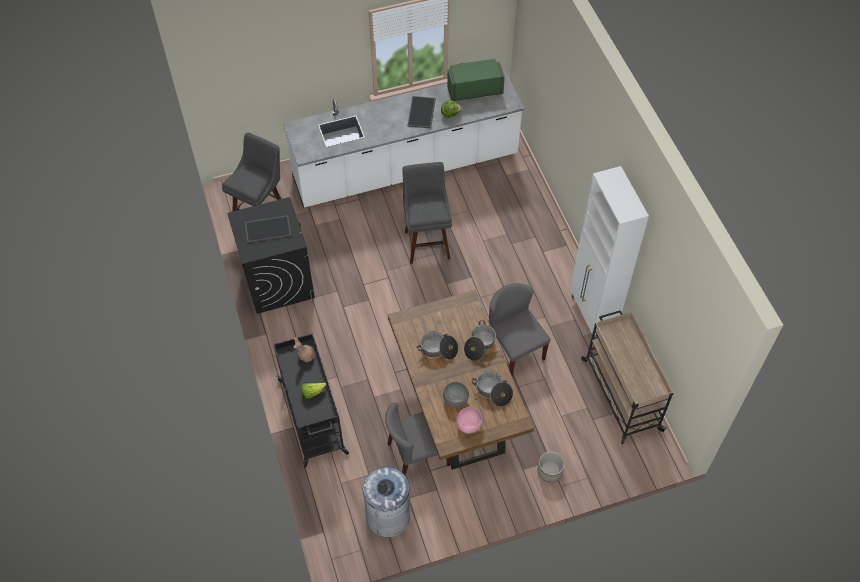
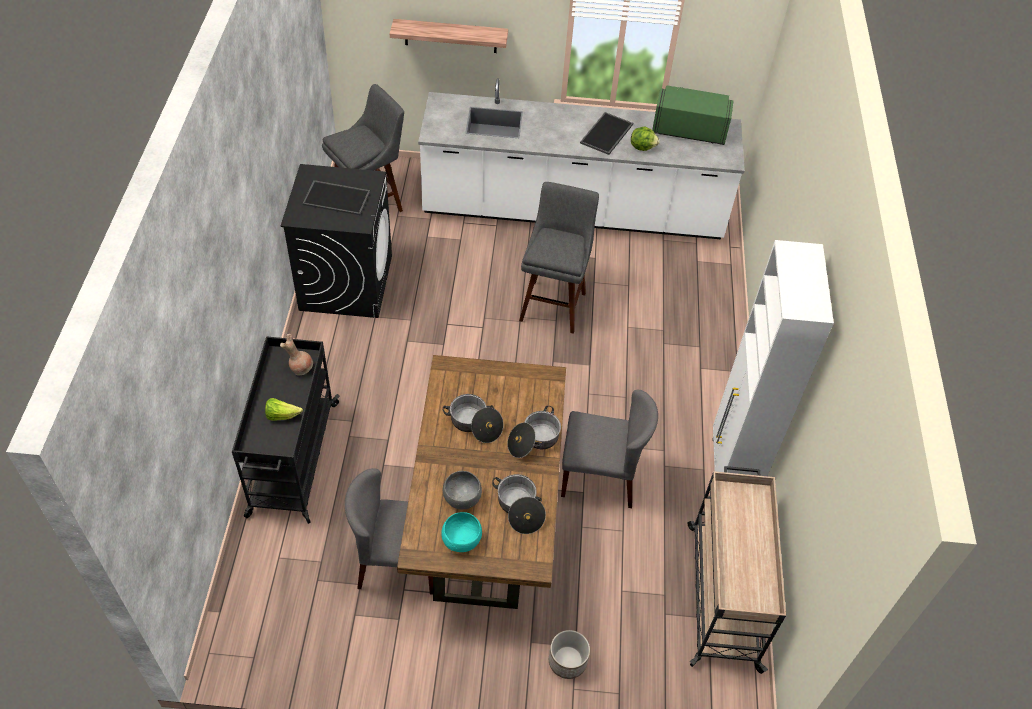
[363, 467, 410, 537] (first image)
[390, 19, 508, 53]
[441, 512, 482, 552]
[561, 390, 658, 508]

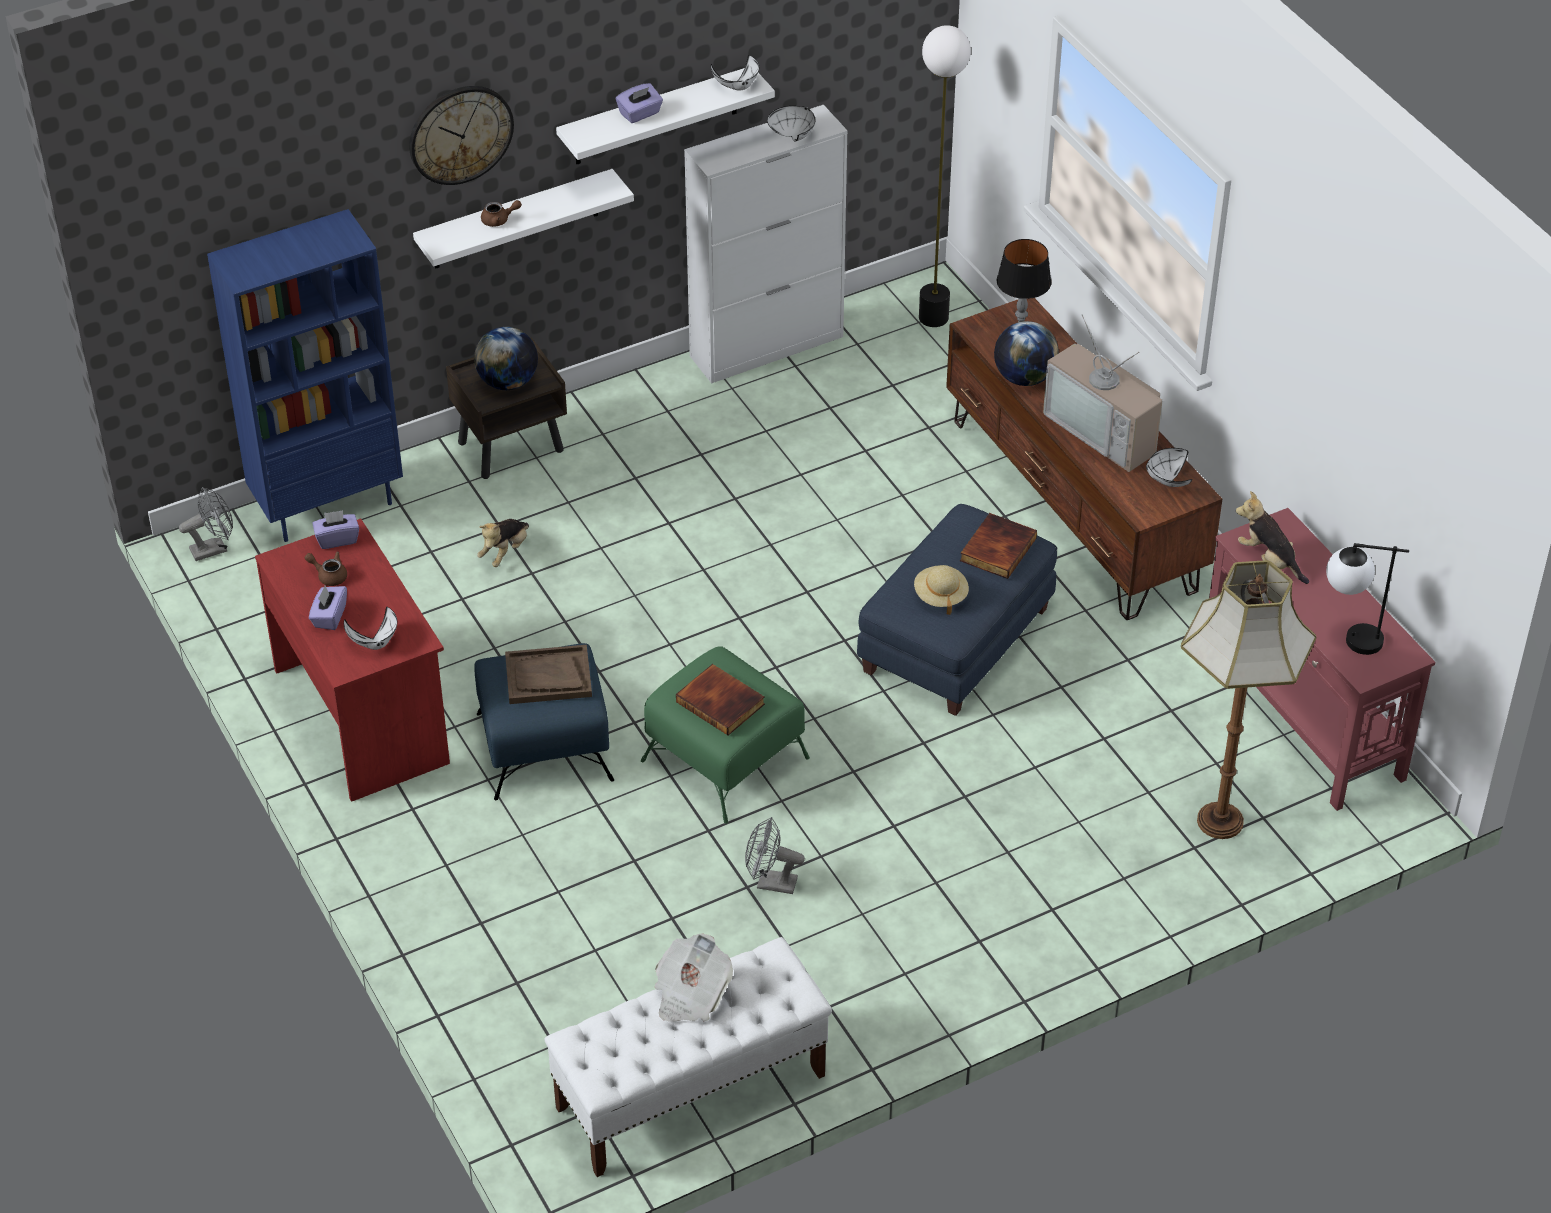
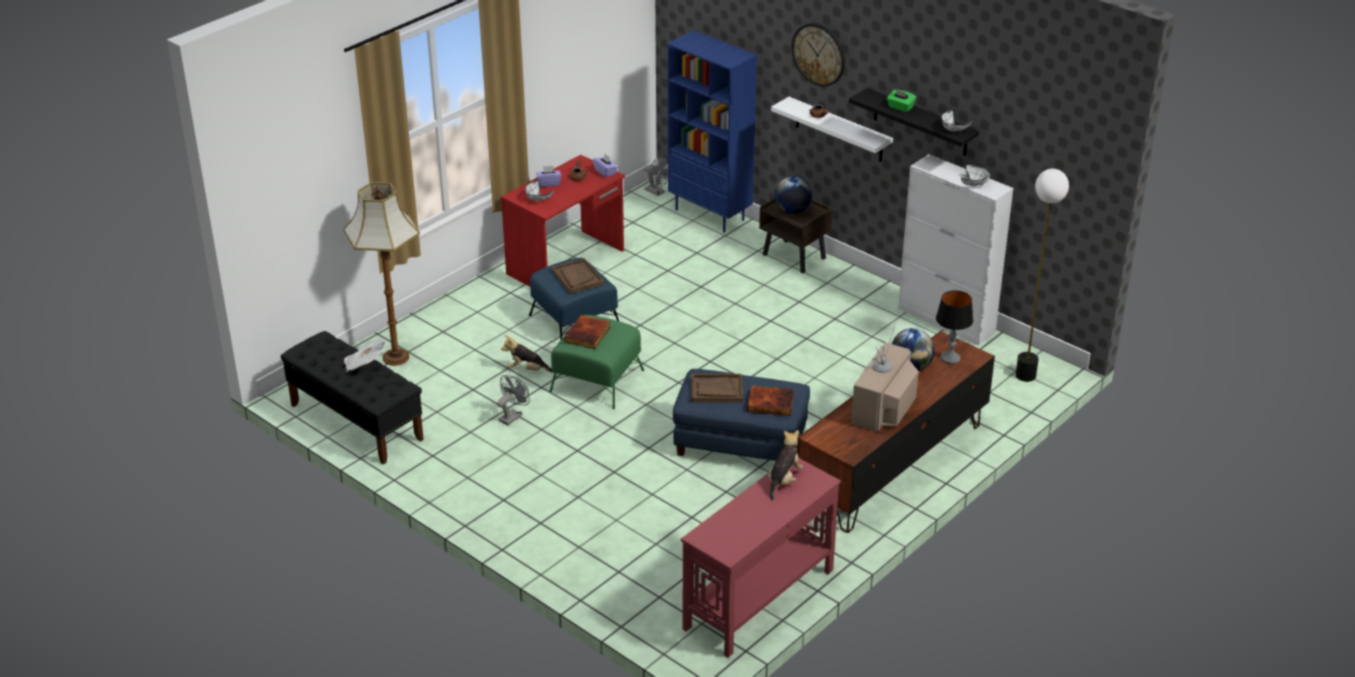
[1146, 448, 1192, 487] (first image)
[1326, 543, 1409, 655] (first image)
[501, 335, 554, 373]
[343, 182, 420, 366]
[691, 374, 743, 402]
[281, 331, 424, 465]
[849, 88, 979, 156]
[887, 89, 916, 112]
[497, 375, 530, 425]

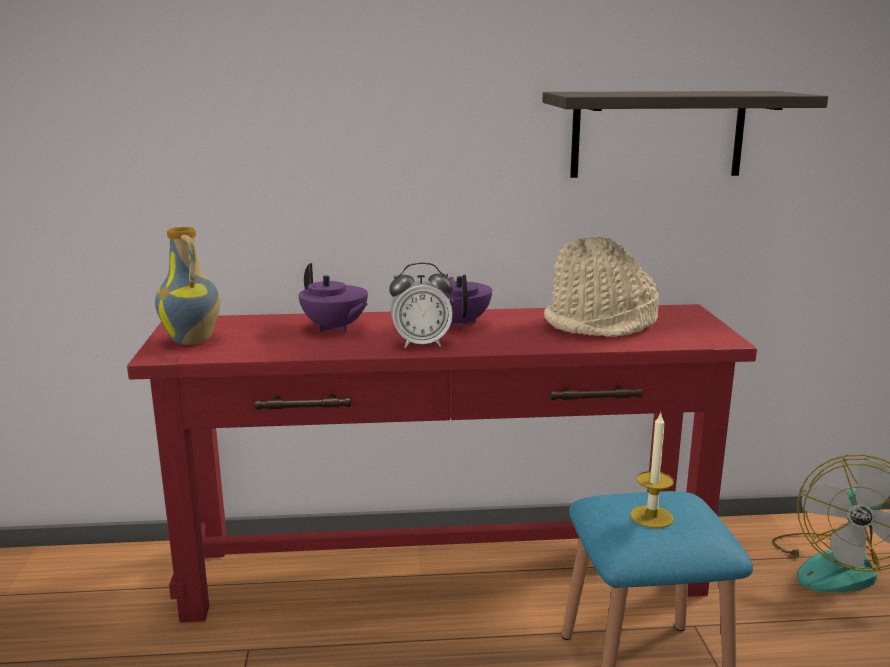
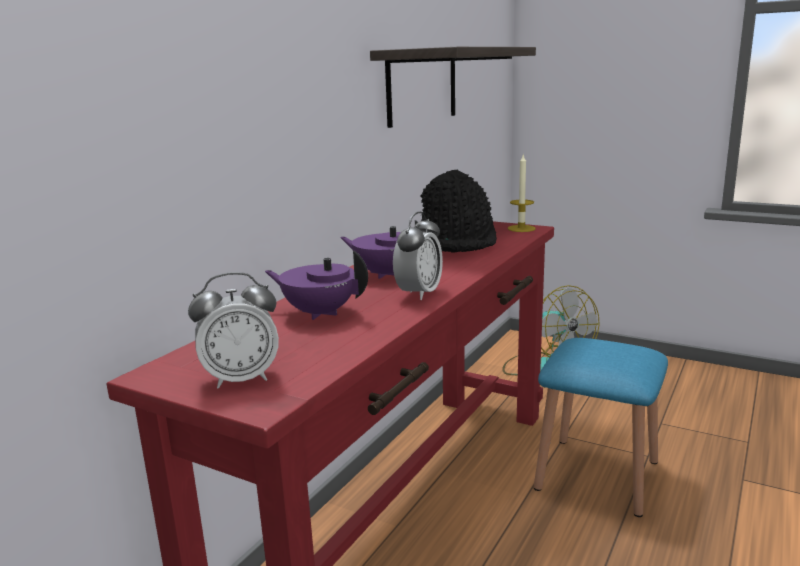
[507, 155, 536, 232]
[188, 272, 279, 389]
[421, 170, 497, 253]
[265, 251, 368, 320]

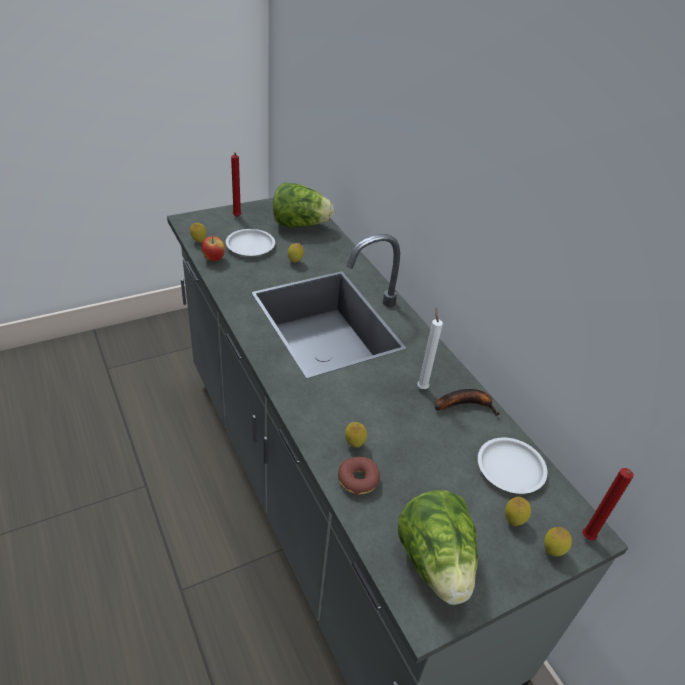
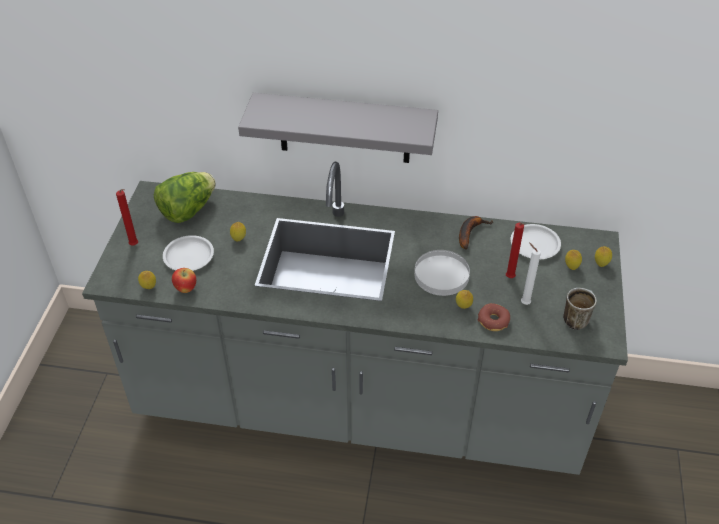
[238, 93, 438, 163]
[414, 250, 470, 296]
[521, 243, 541, 305]
[506, 223, 525, 278]
[563, 288, 597, 330]

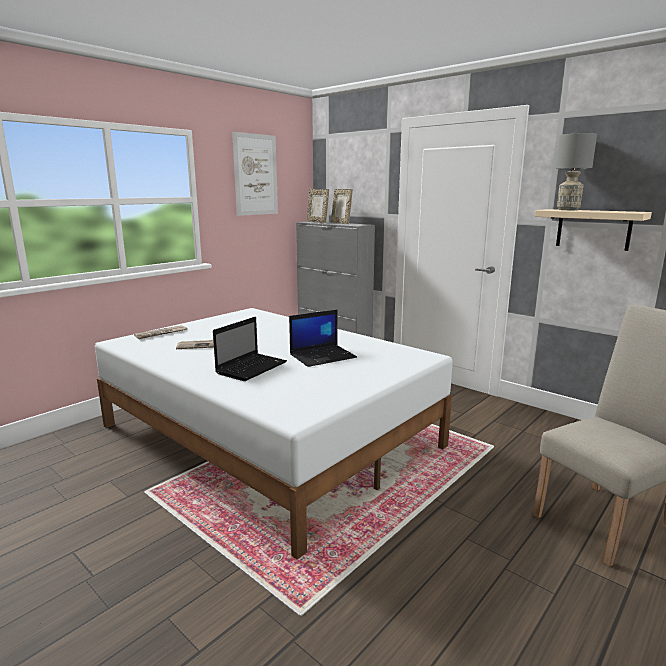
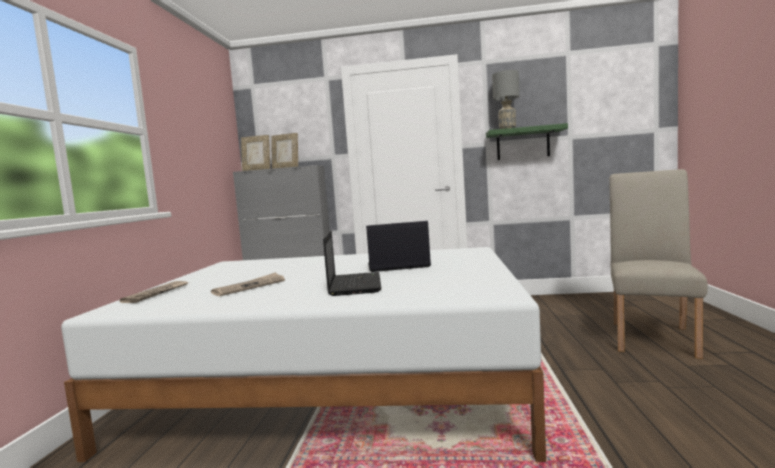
[232, 132, 278, 216] (first image)
[486, 123, 568, 160]
[366, 221, 431, 272]

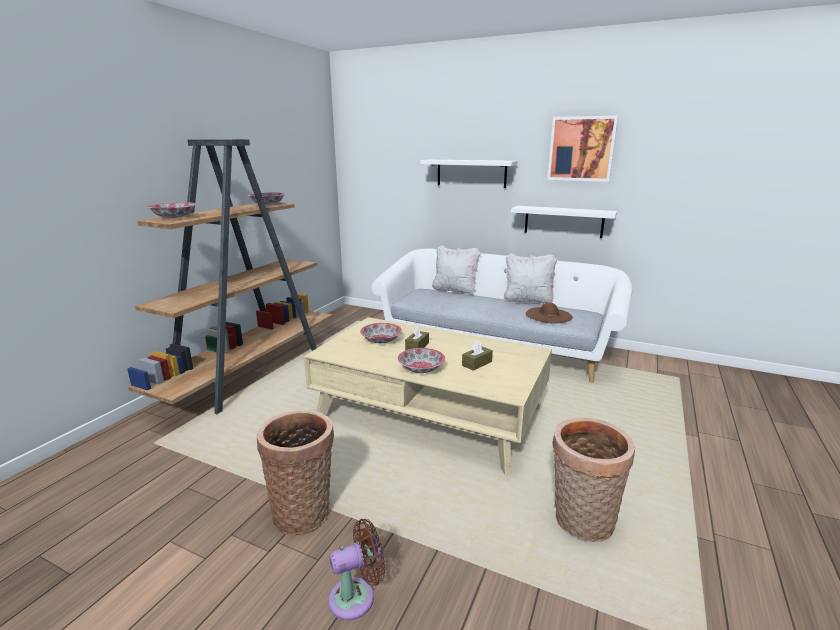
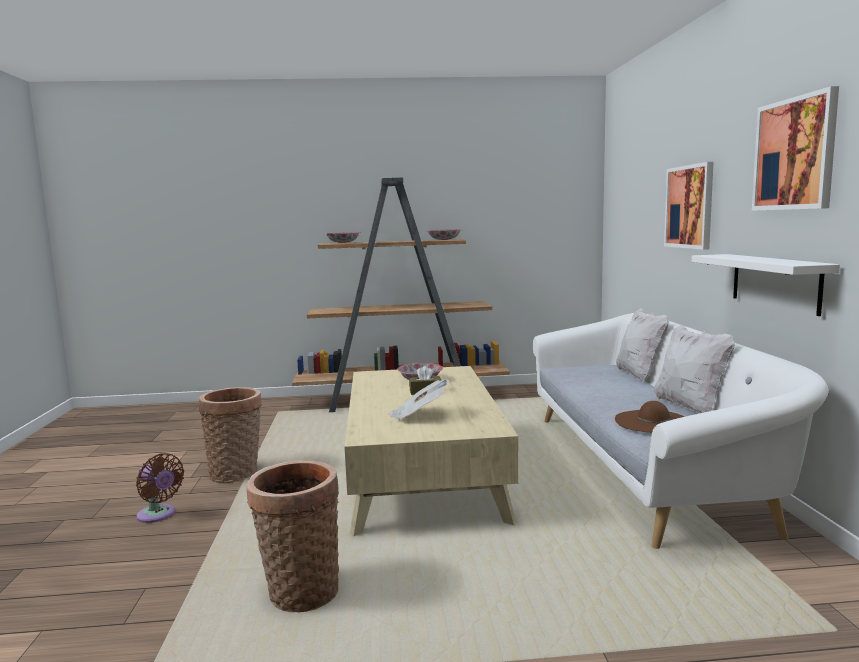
[397, 348, 445, 373] (first image)
[664, 162, 714, 250]
[388, 379, 450, 420]

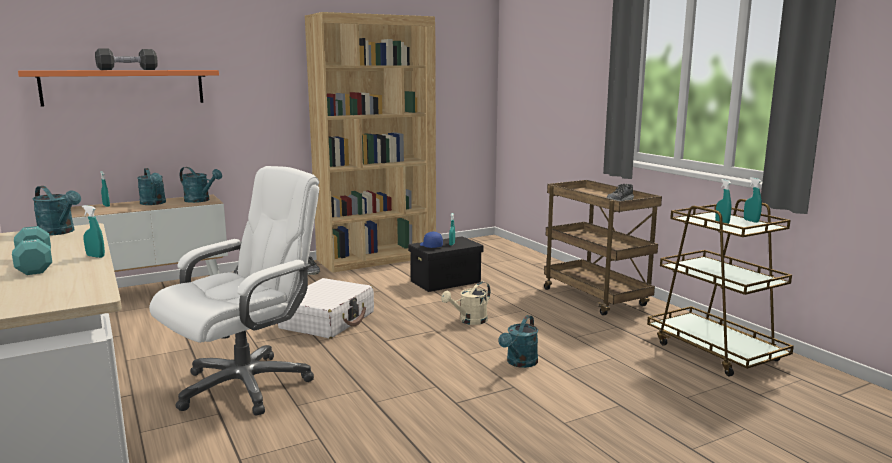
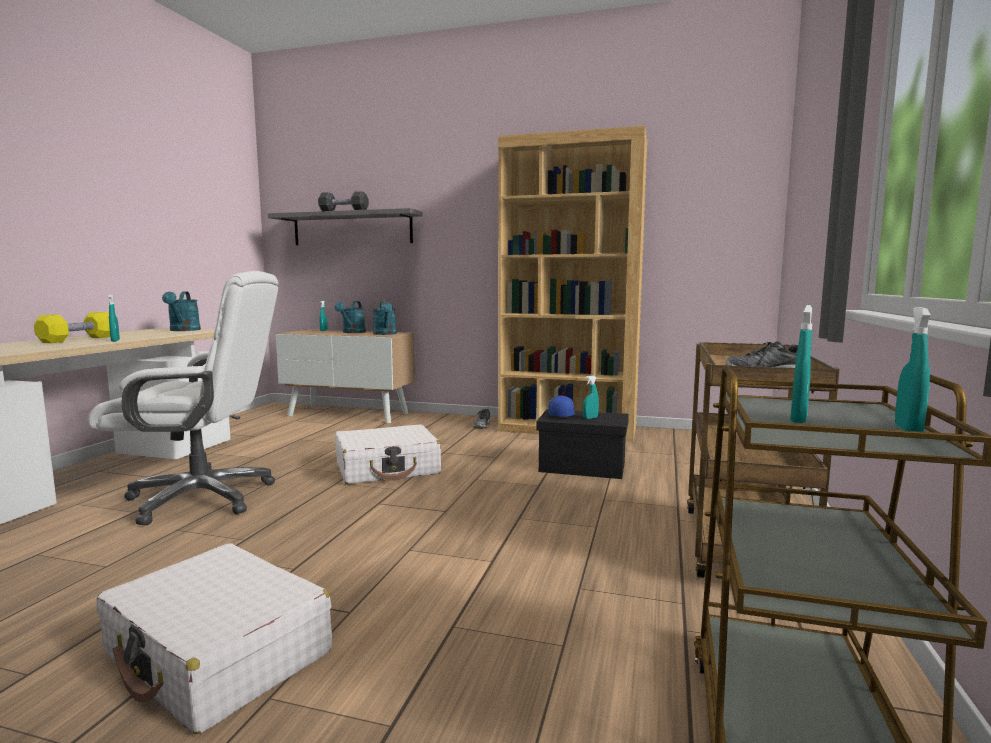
[441, 282, 491, 325] (first image)
[499, 315, 538, 368] (first image)
[96, 543, 332, 734]
[34, 312, 110, 343]
[268, 208, 423, 245]

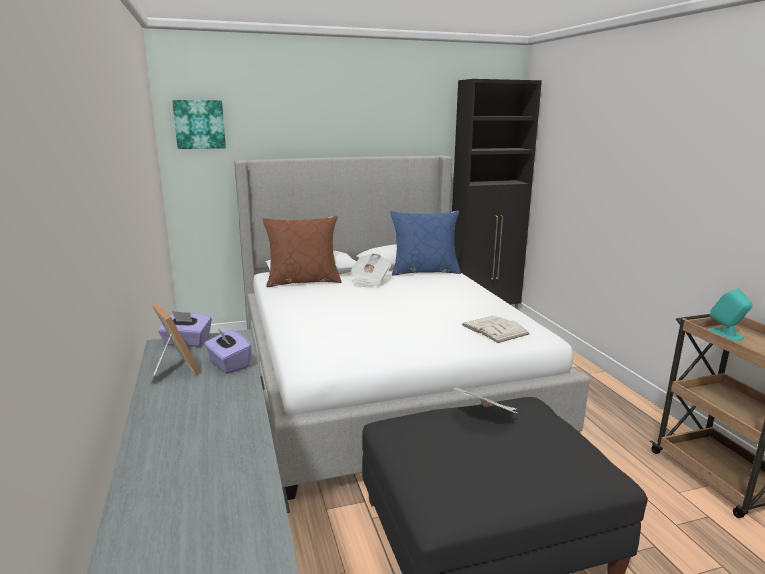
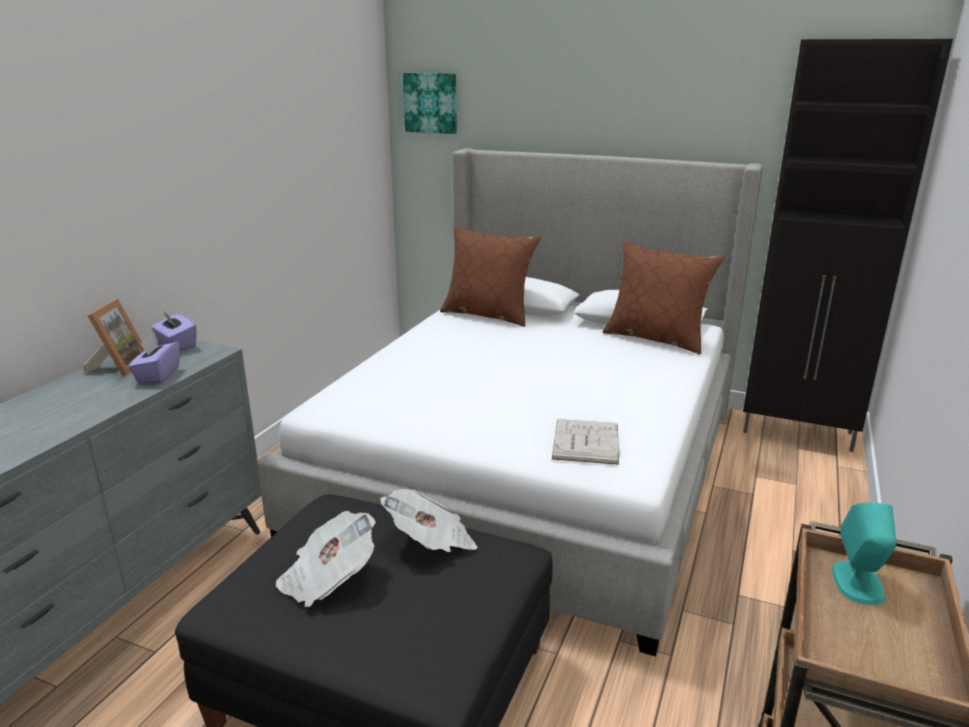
[276, 511, 376, 607]
[603, 241, 724, 355]

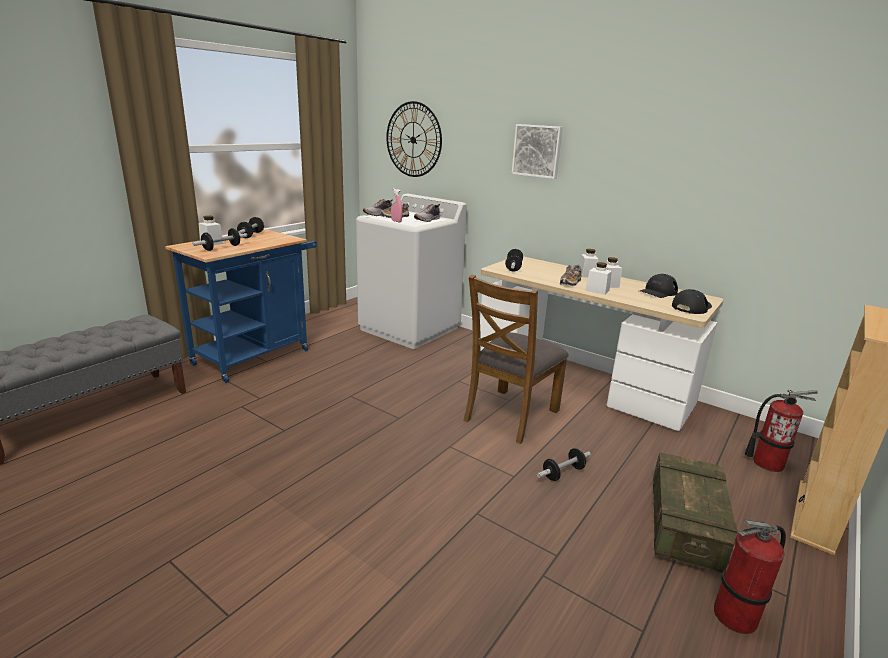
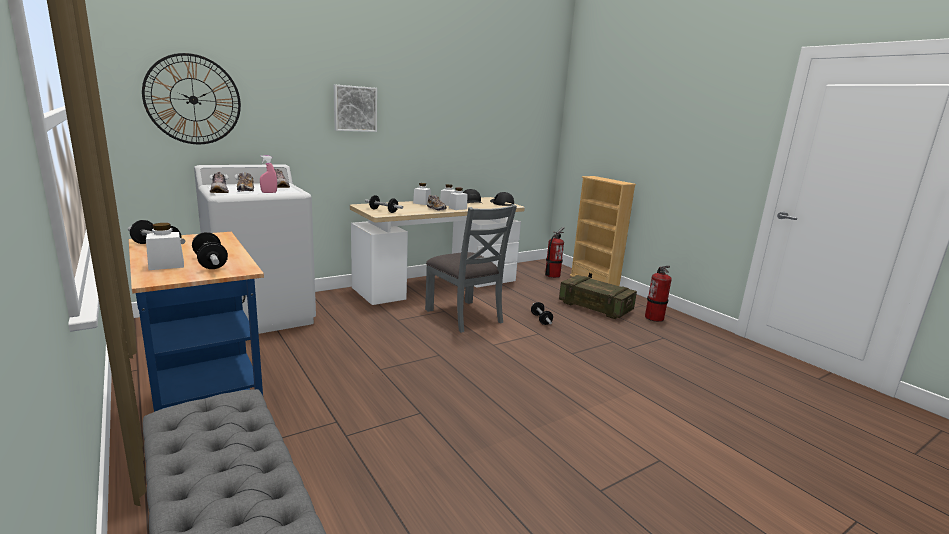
[425, 204, 517, 333]

